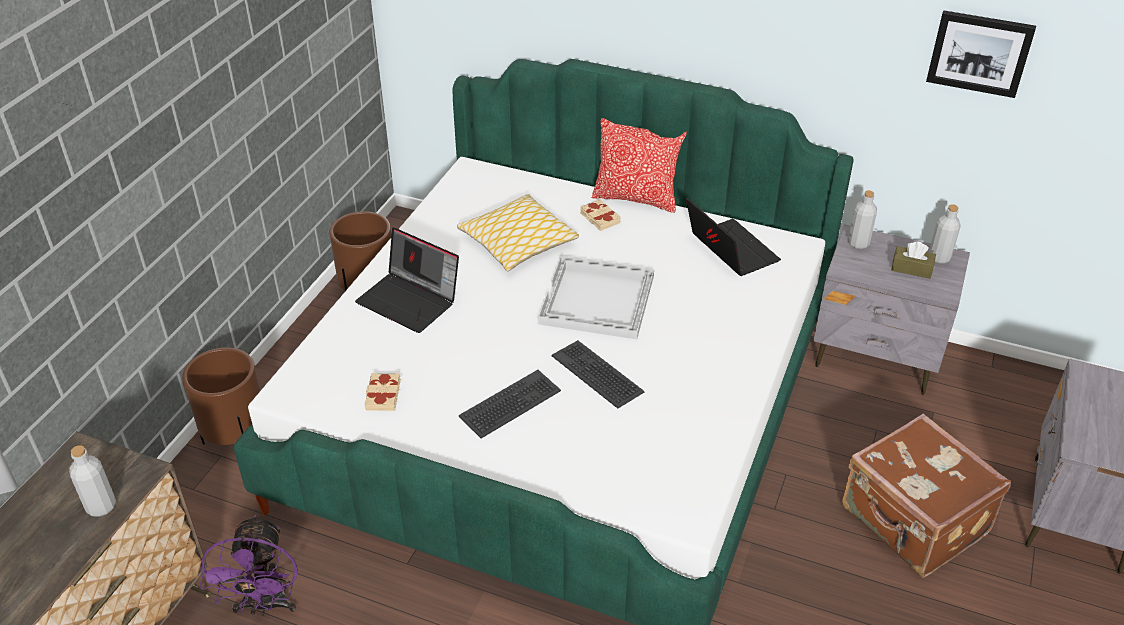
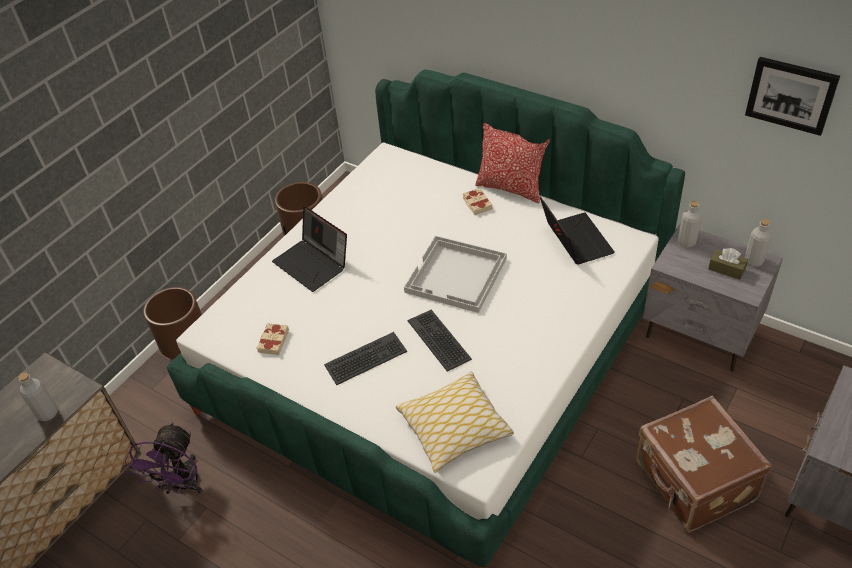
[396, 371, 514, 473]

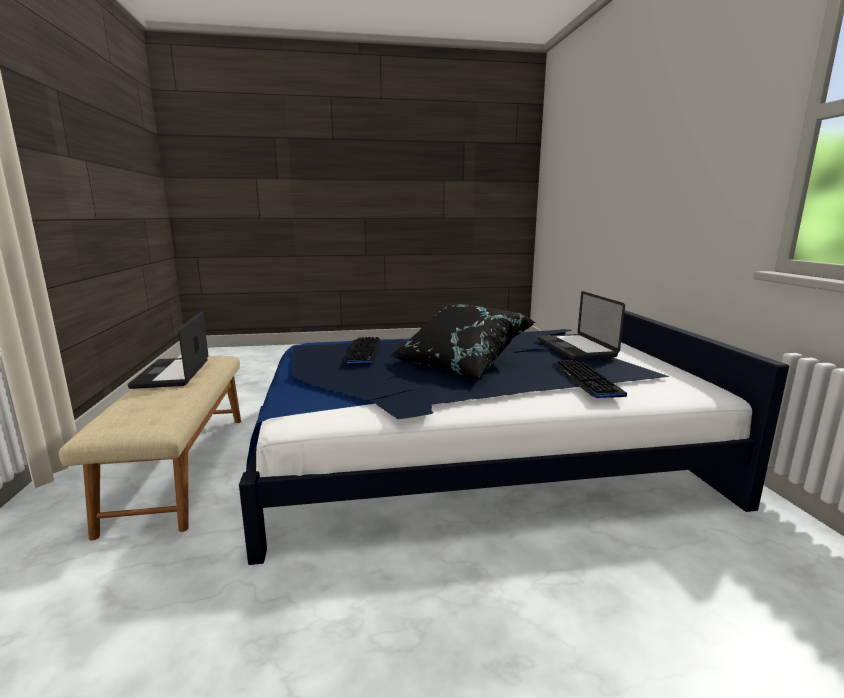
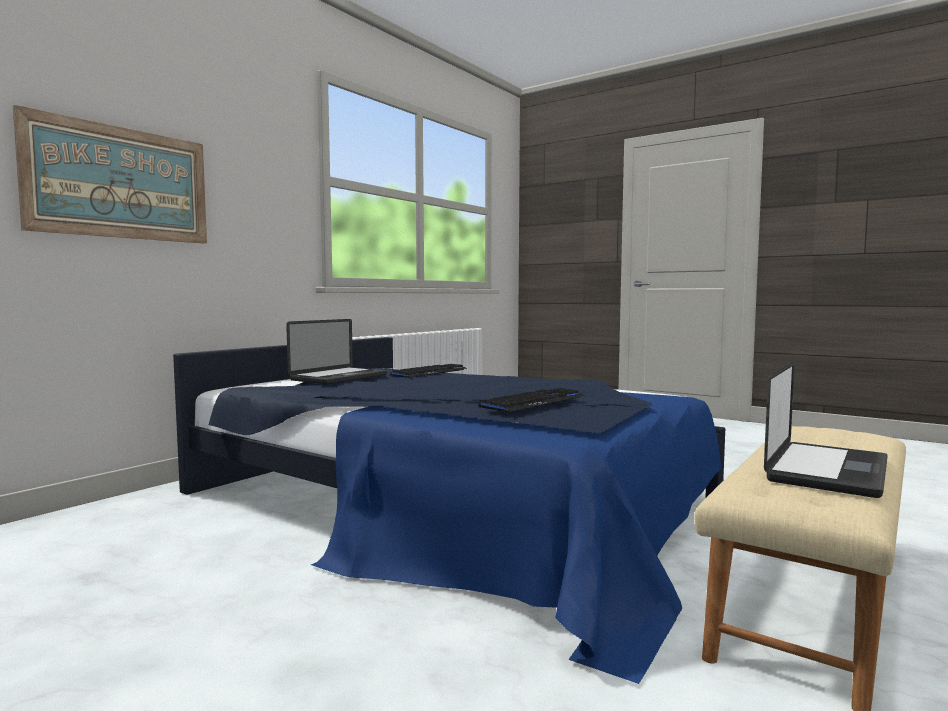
[390, 304, 535, 378] (first image)
[13, 105, 207, 244]

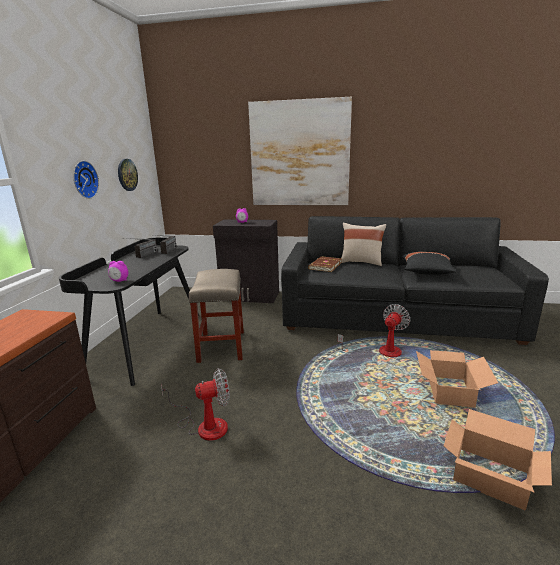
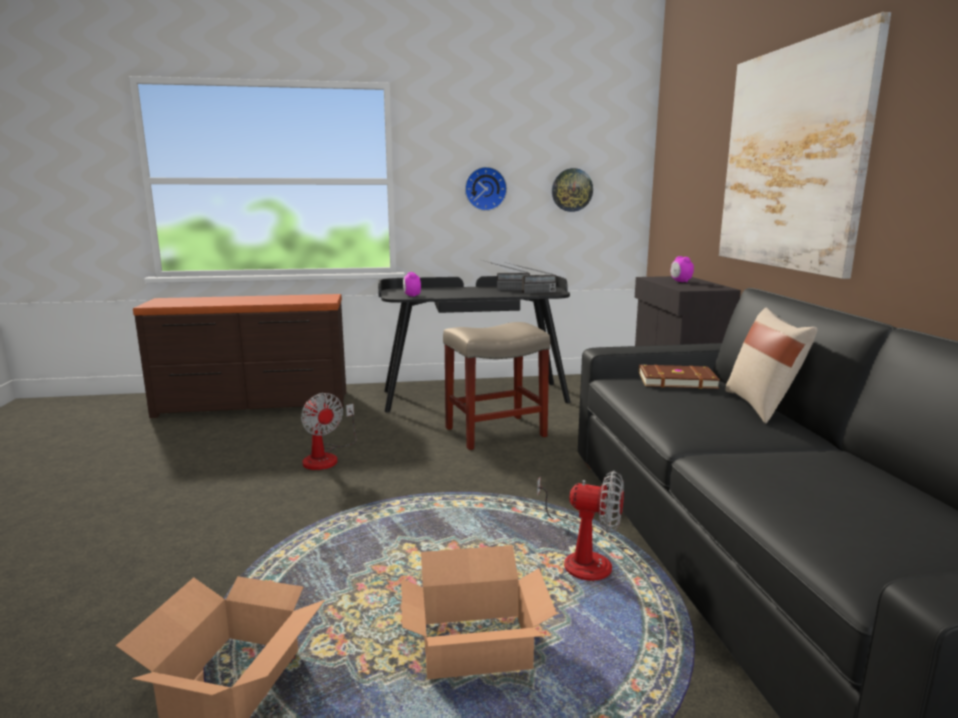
[402, 252, 456, 275] (first image)

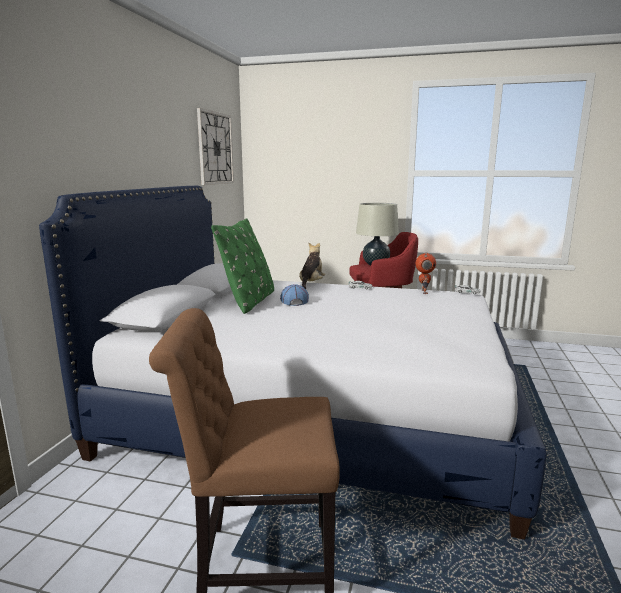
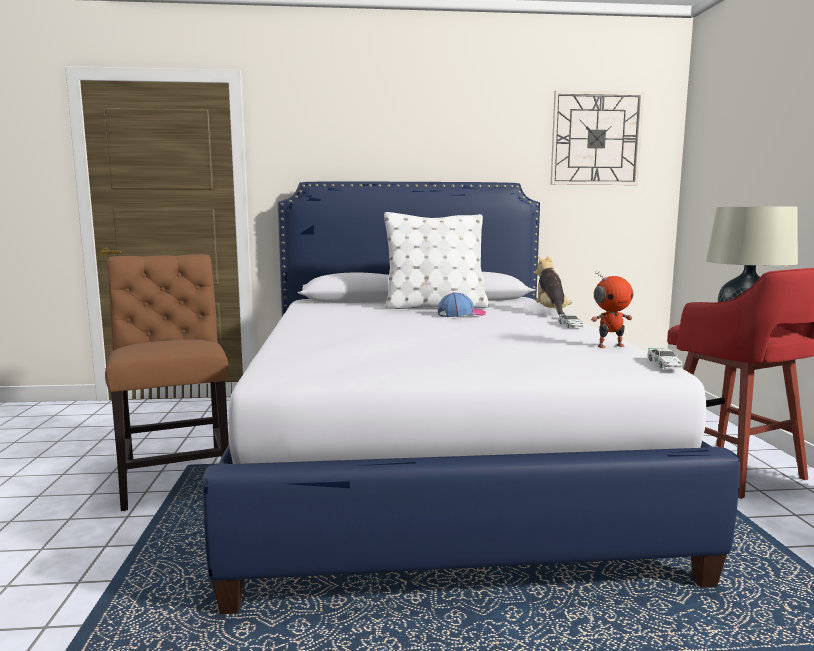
[384, 212, 489, 309]
[535, 256, 572, 316]

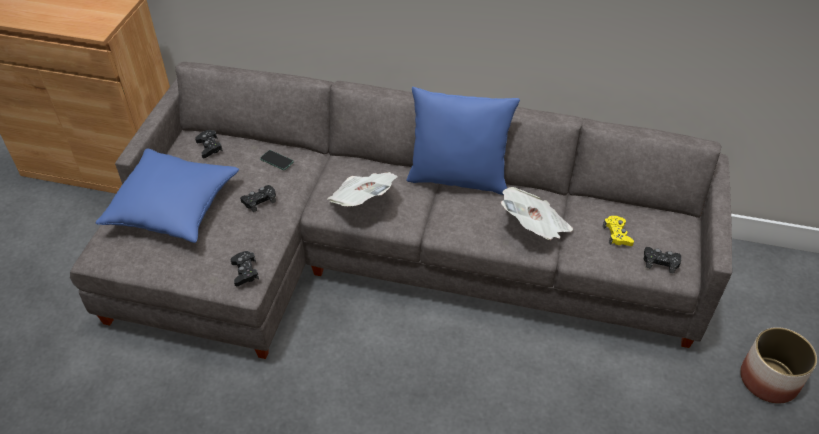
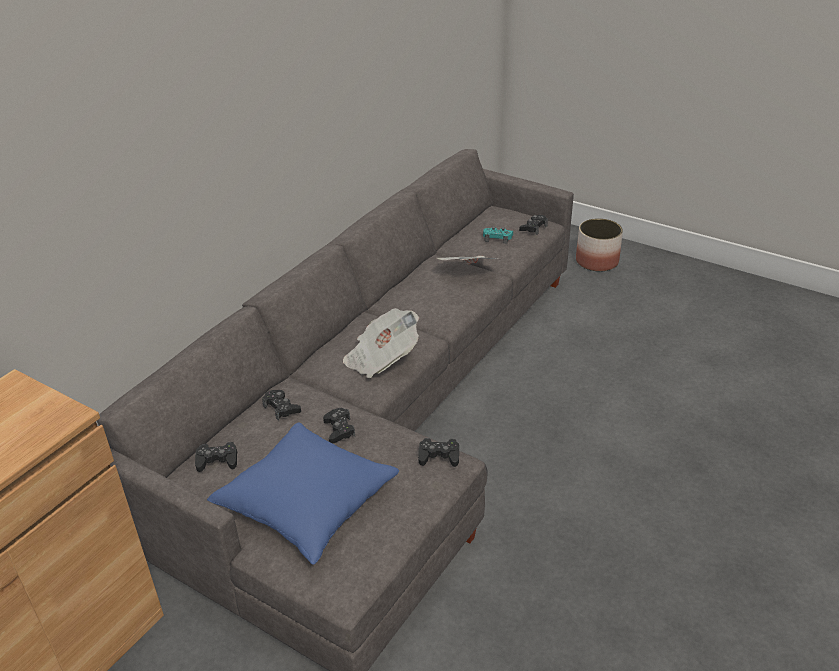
[406, 87, 520, 195] (first image)
[262, 390, 301, 421]
[483, 226, 513, 244]

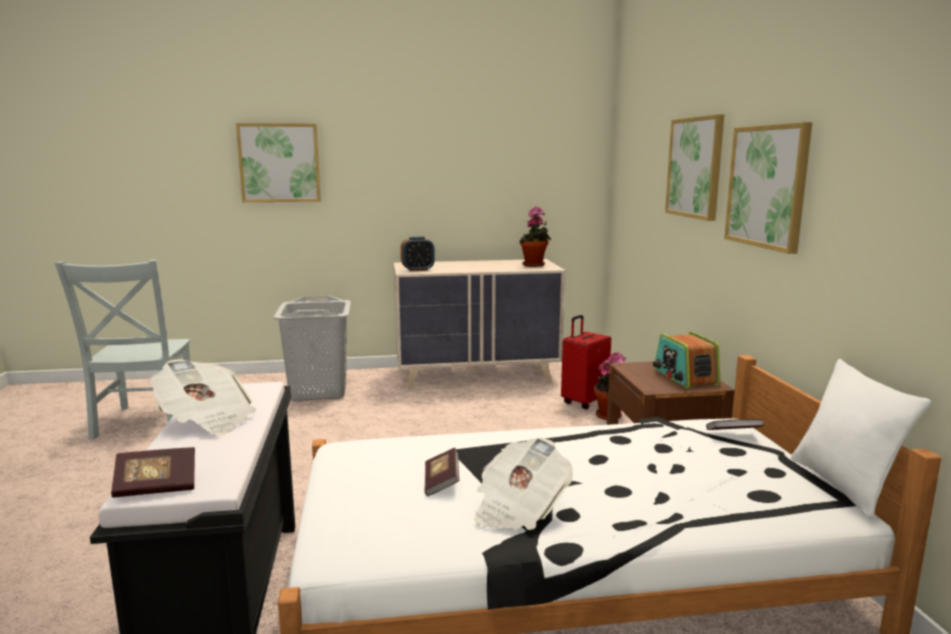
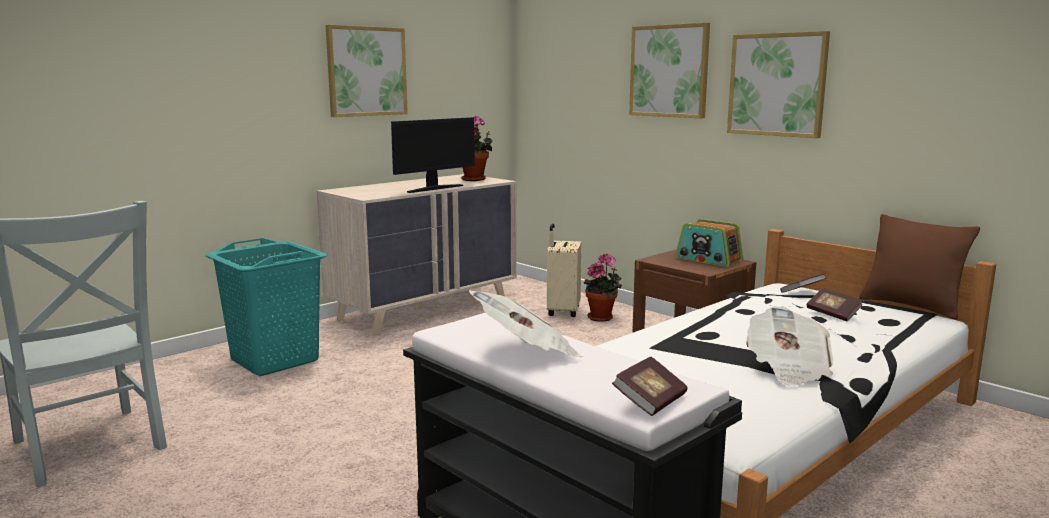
[401, 237, 435, 271] (first image)
[391, 117, 475, 193]
[326, 25, 408, 117]
[807, 288, 863, 322]
[206, 238, 327, 376]
[547, 224, 582, 317]
[859, 214, 980, 319]

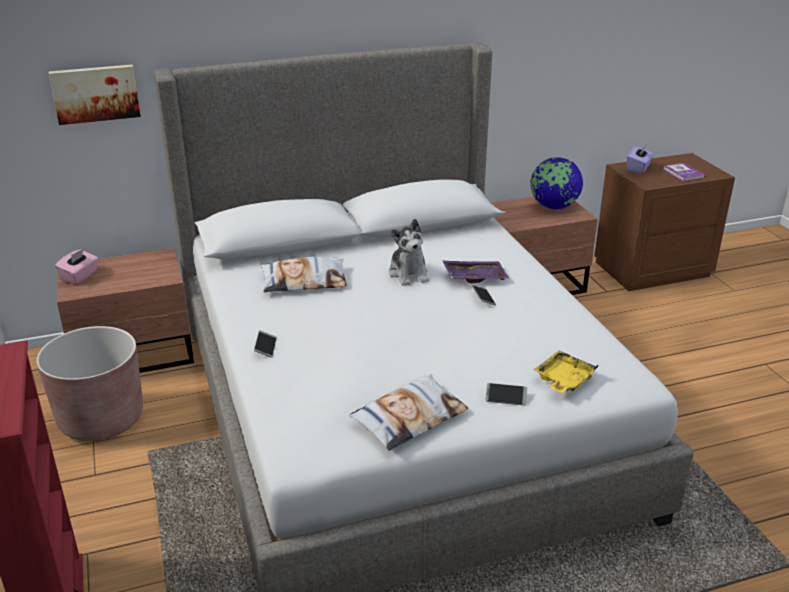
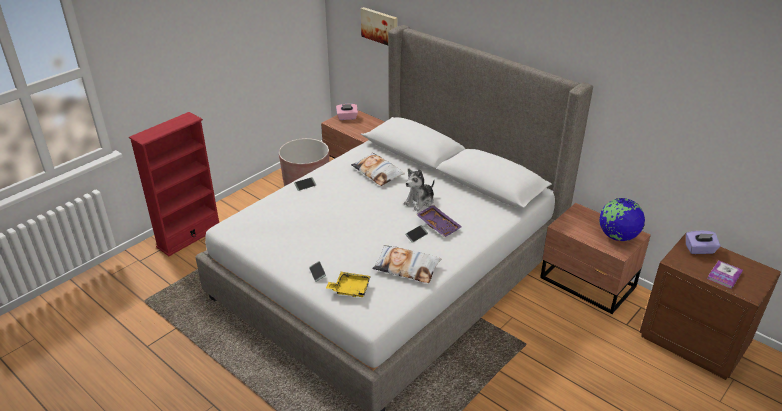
[372, 245, 442, 283]

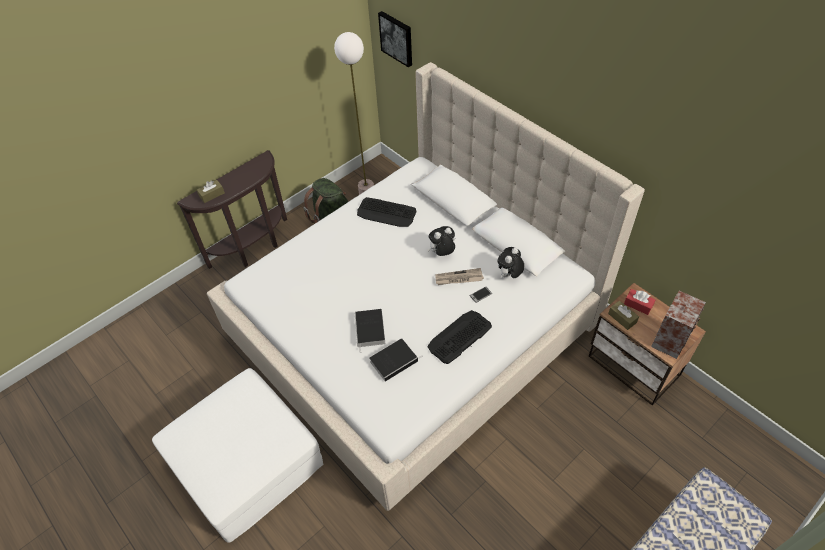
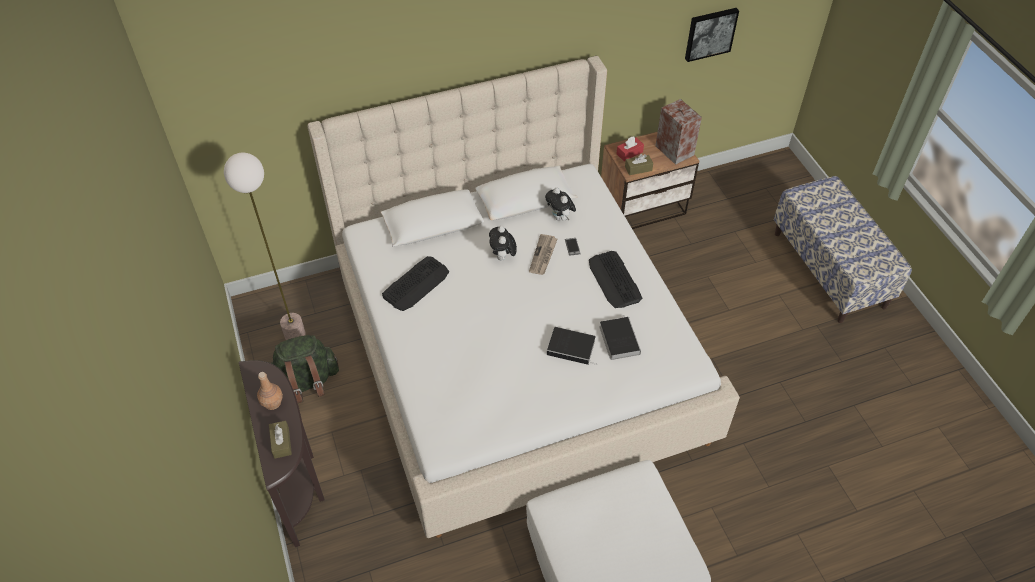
[257, 372, 283, 410]
[685, 8, 739, 62]

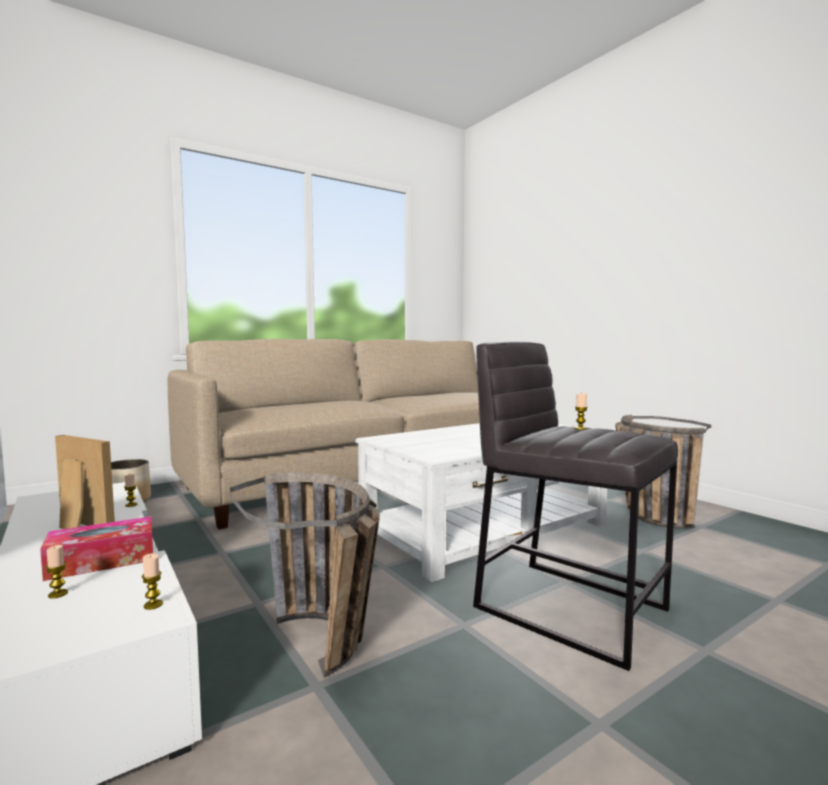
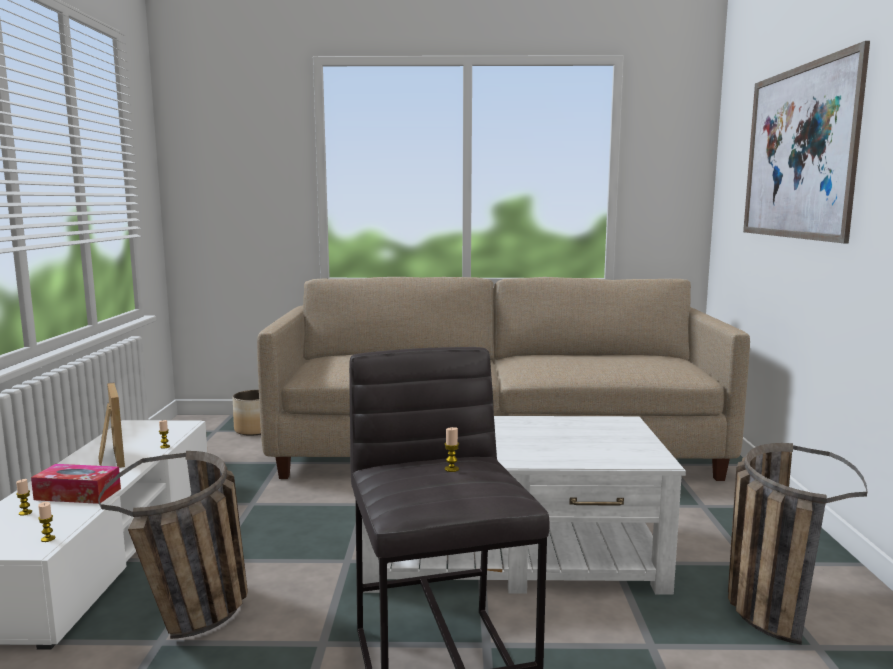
[743, 41, 870, 243]

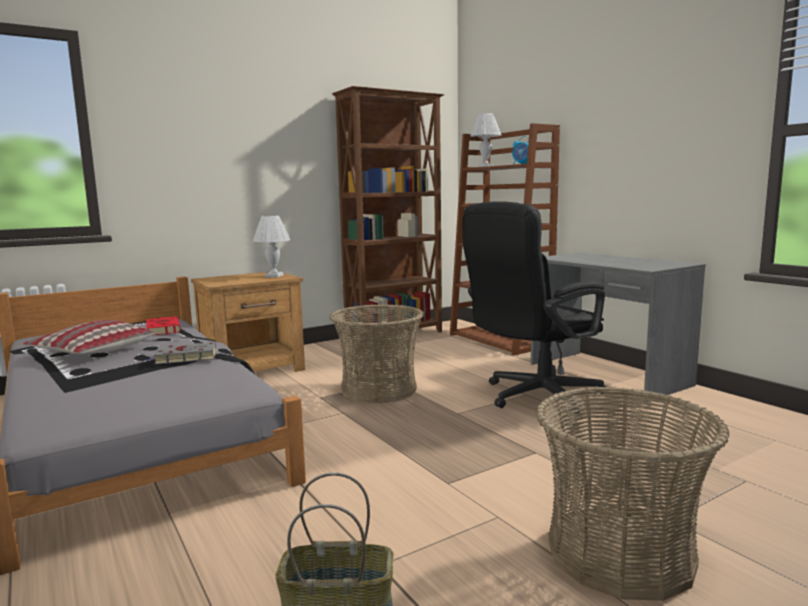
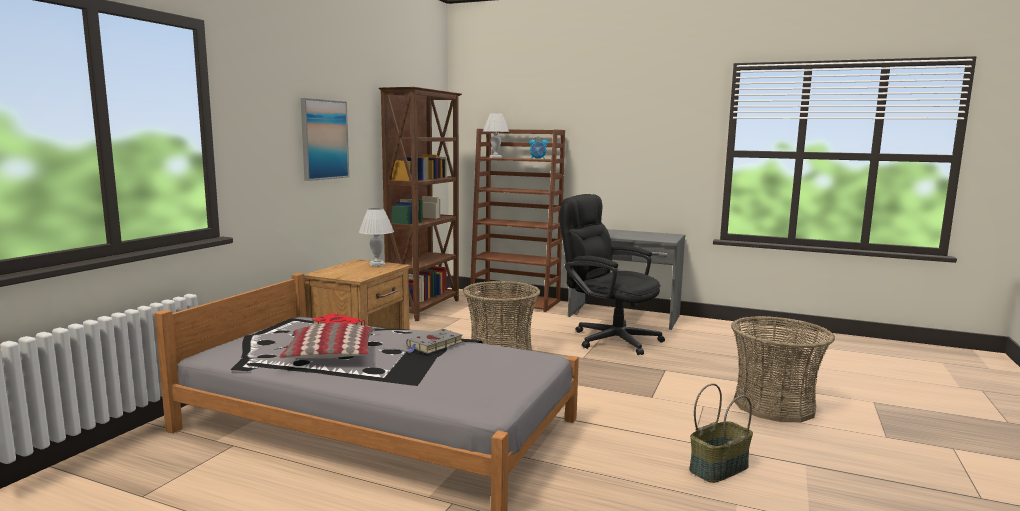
[301, 98, 349, 181]
[560, 194, 665, 355]

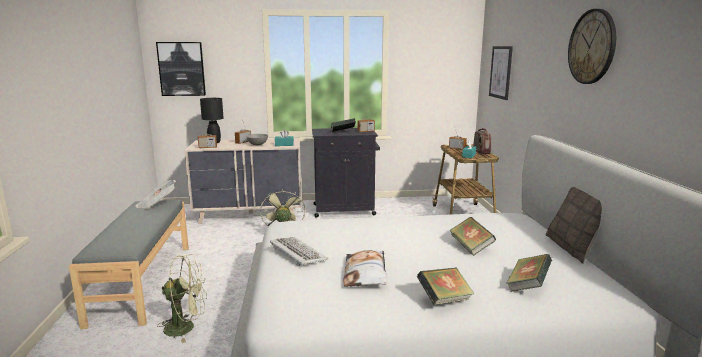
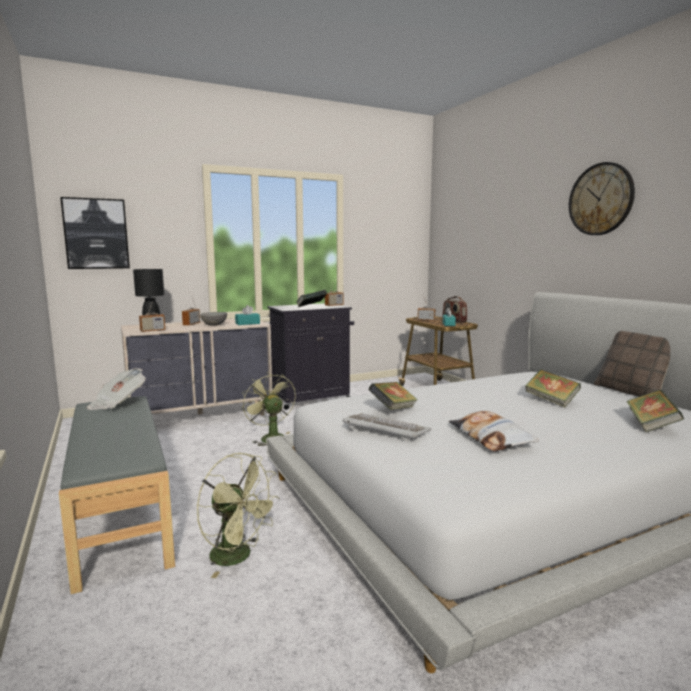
[489, 46, 513, 100] (first image)
[368, 382, 418, 410]
[196, 453, 280, 578]

